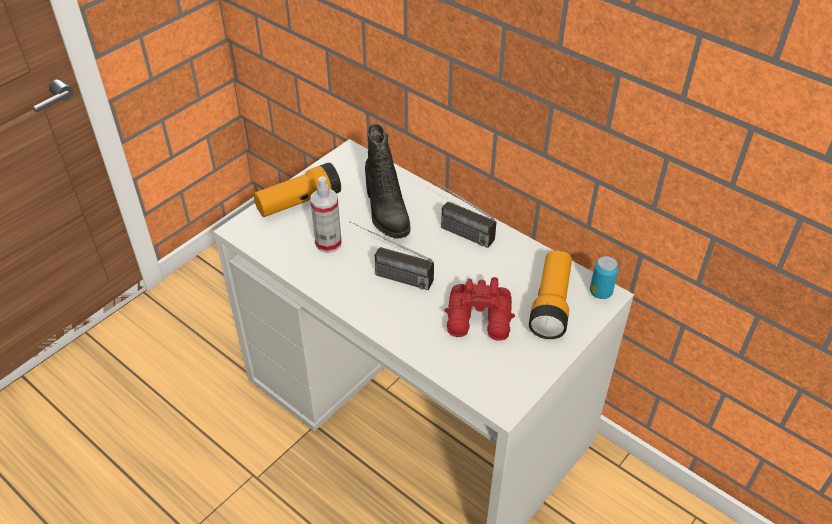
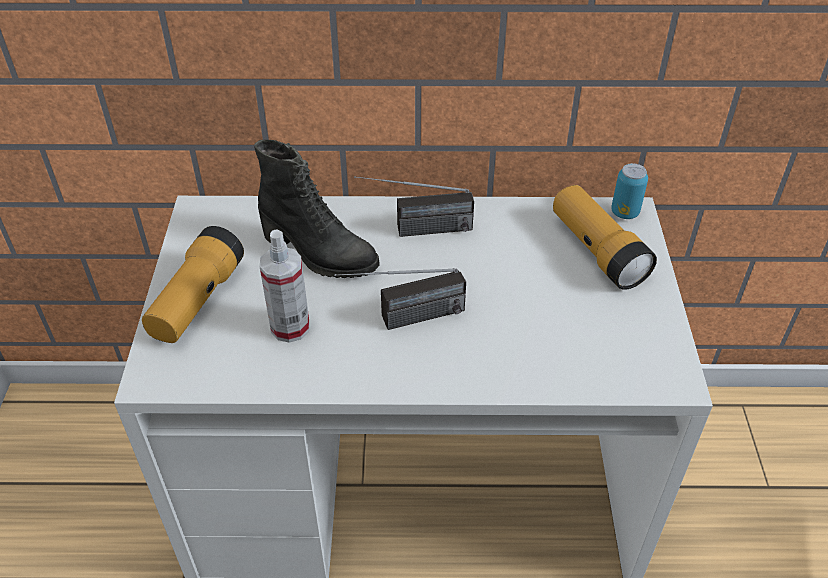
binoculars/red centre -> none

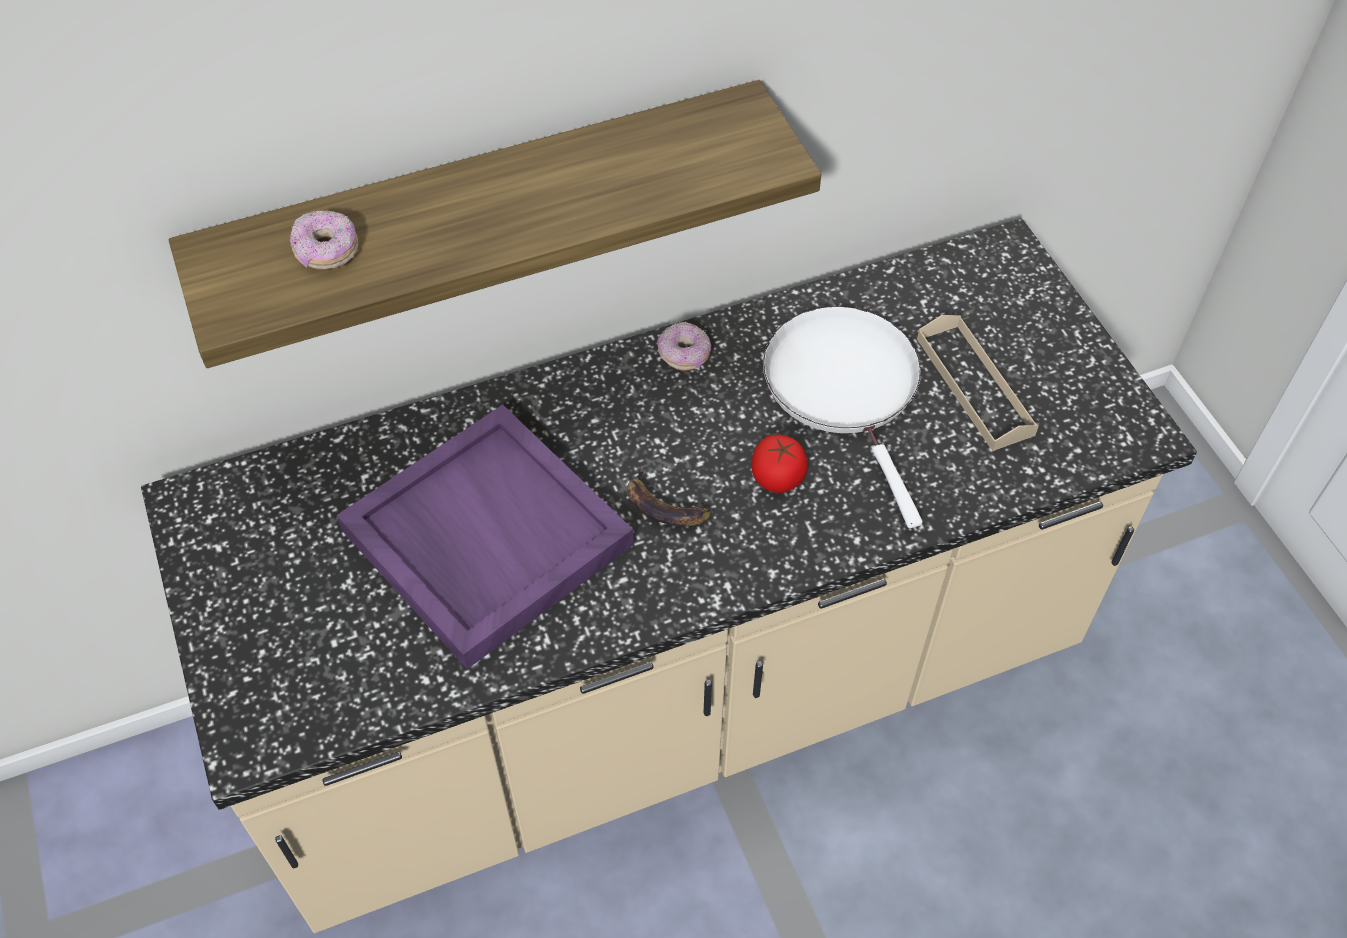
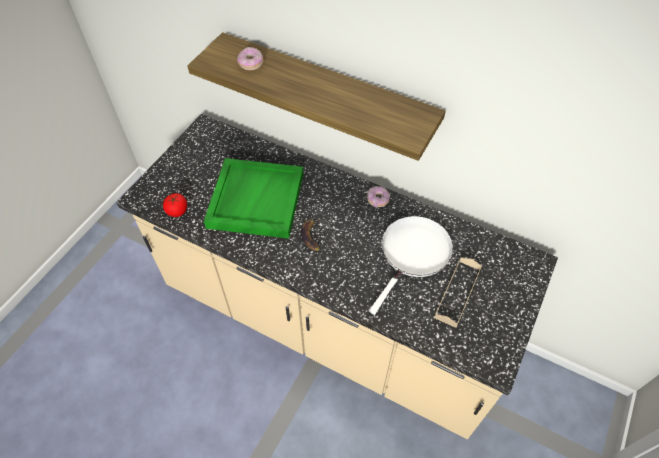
tomato centre -> tomato middle left, relocated
tray/purple centre -> tray/green centre

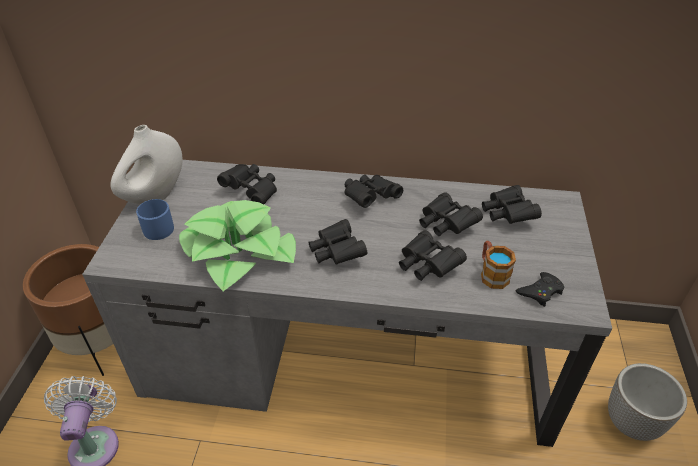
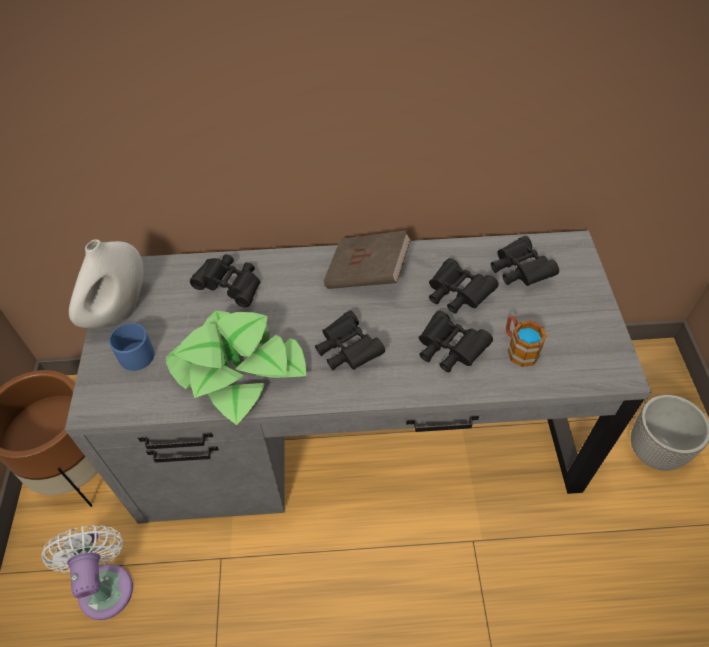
binoculars/black (no. 3 from left) centre -> book/brown centre
game controller/black middle right -> none

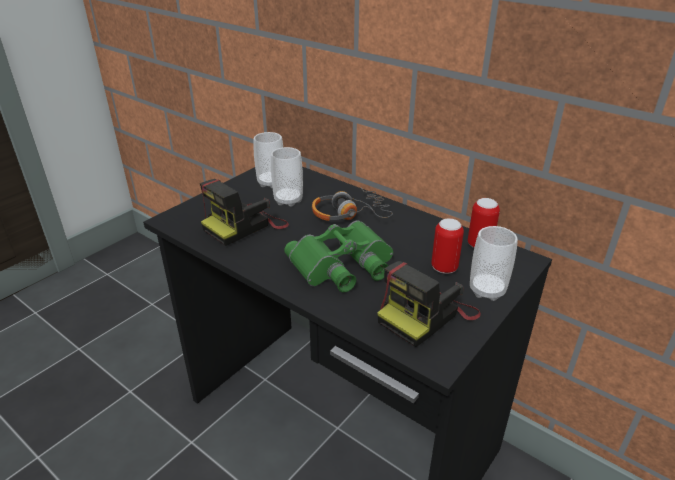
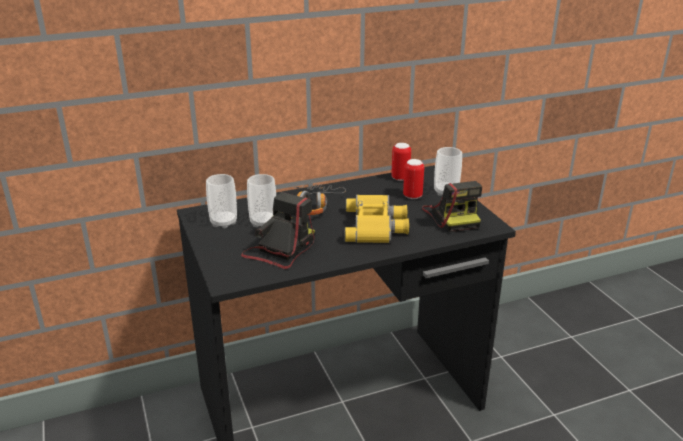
photo camera (no. 1 from left) centre, 135 degrees counterclockwise
binoculars/green centre -> binoculars/yellow centre

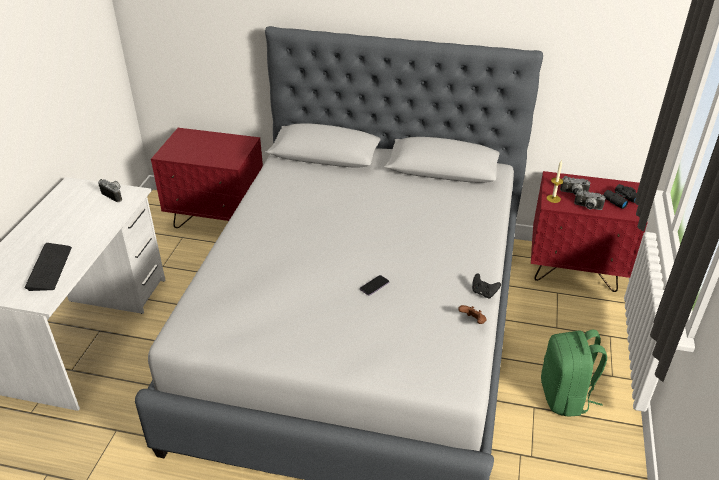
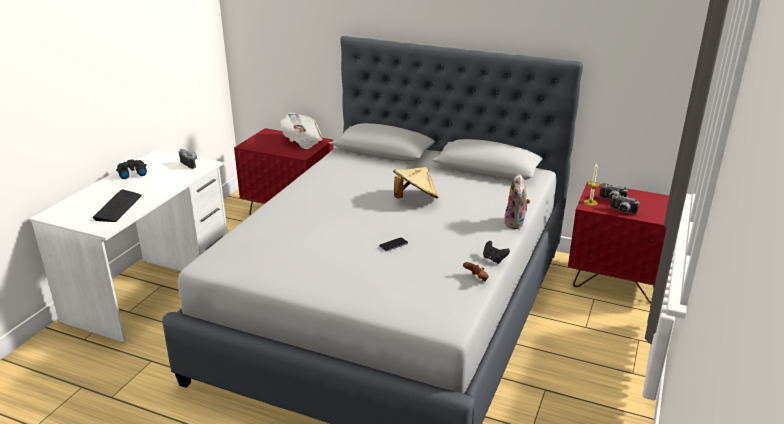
binoculars/black middle right -> binoculars/black middle left, relocated
none -> newspaper top centre
none -> hat/beige centre
none -> plush toy centre
backpack/green bottom right -> none

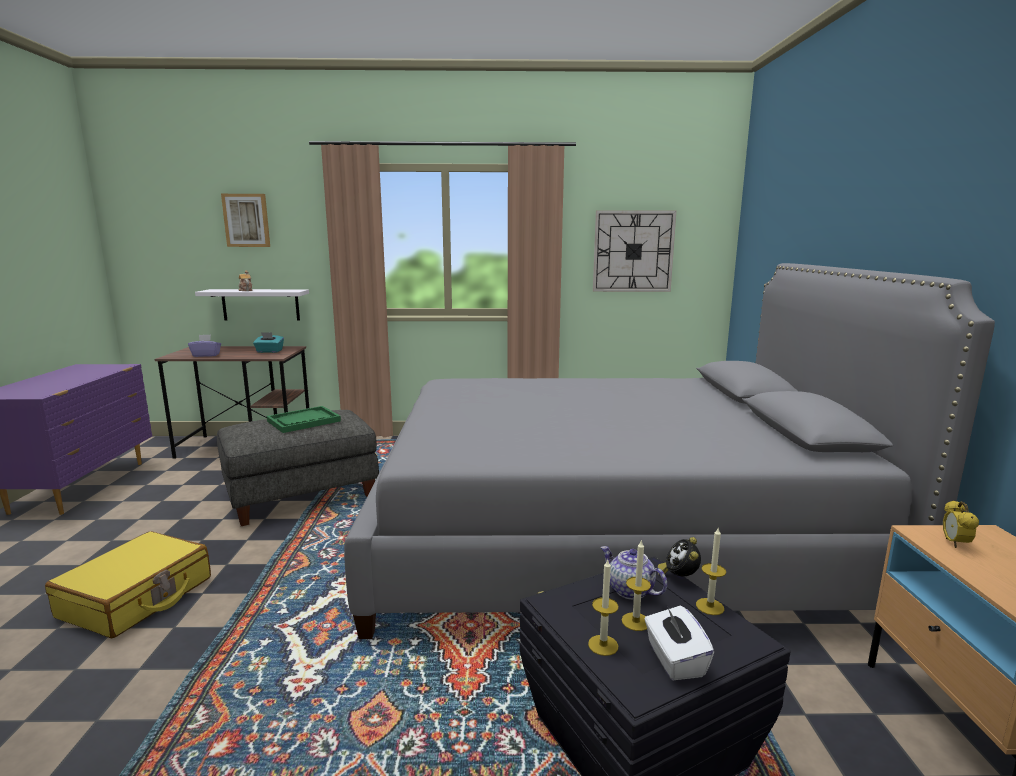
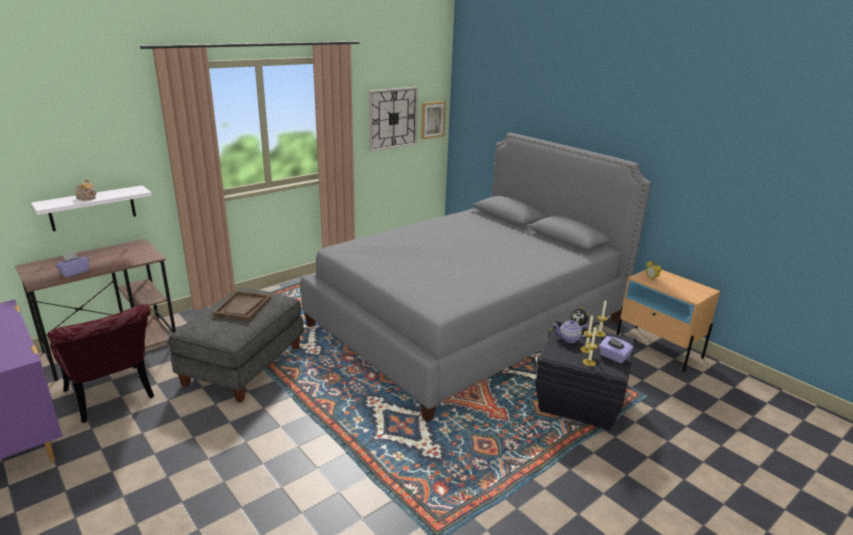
none -> chair/red bottom left
tray/green middle left -> tray/brown middle left
picture top left -> picture top centre, relocated
tissue box/white bottom right -> tissue box/purple (no. 2 from left) middle right
suitcase/yellow bottom left -> none
tissue box/turquoise middle left -> none

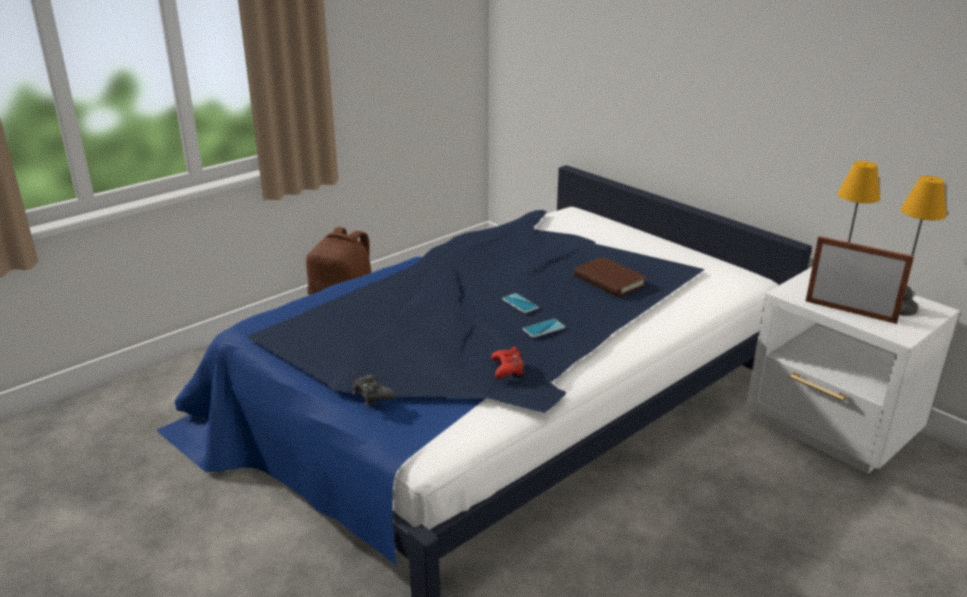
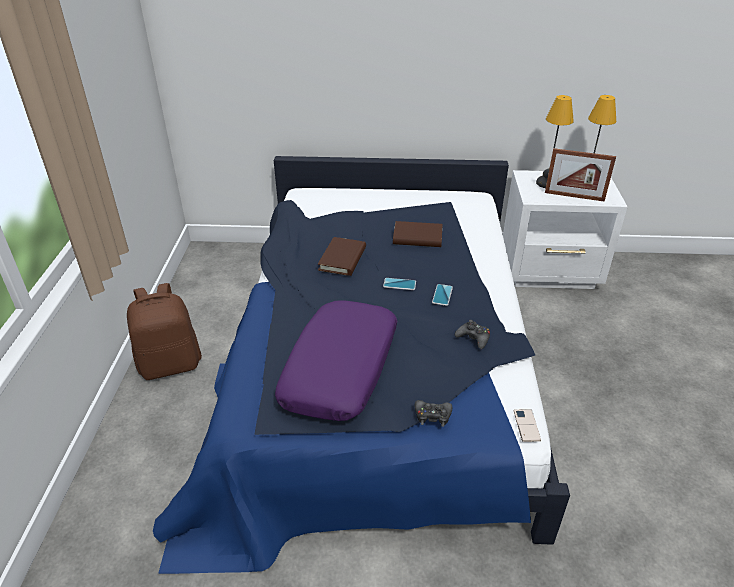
none -> pillow/purple centre
none -> book/brown (no. 1 from left) centre
game controller/red centre -> game controller/black (no. 2 from left) centre
none -> phone (no. 3 from left) bottom right
picture frame middle right -> picture frame top right, 150 degrees counterclockwise

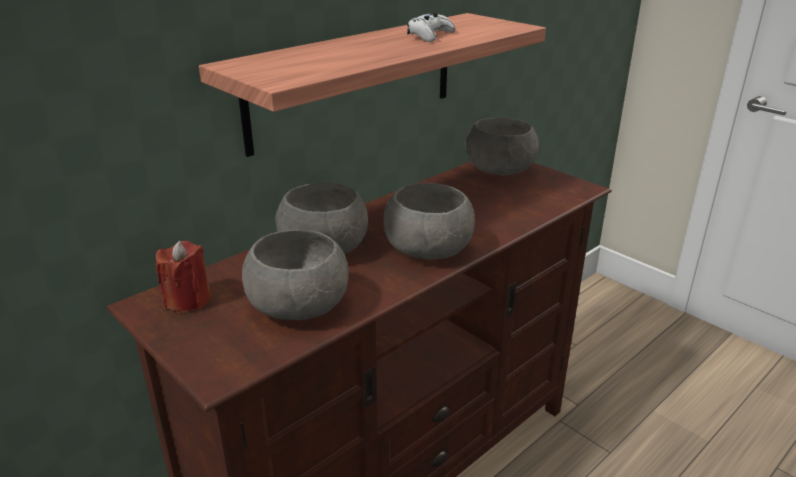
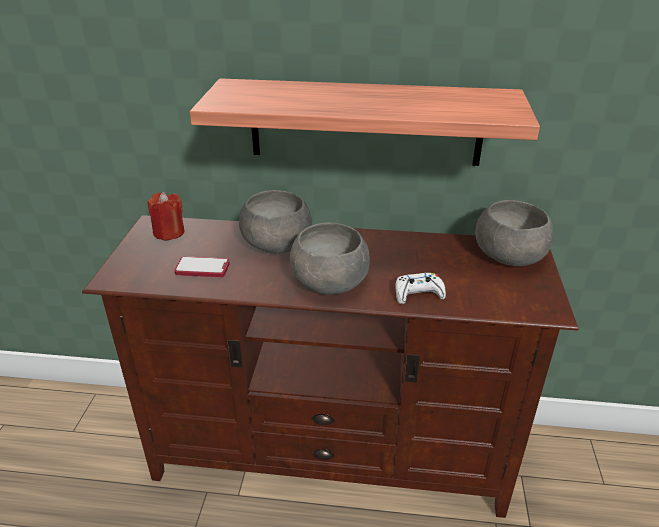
bowl/grey (no. 1 from left) centre -> phone middle left
game controller/white top centre -> game controller/white centre, relocated

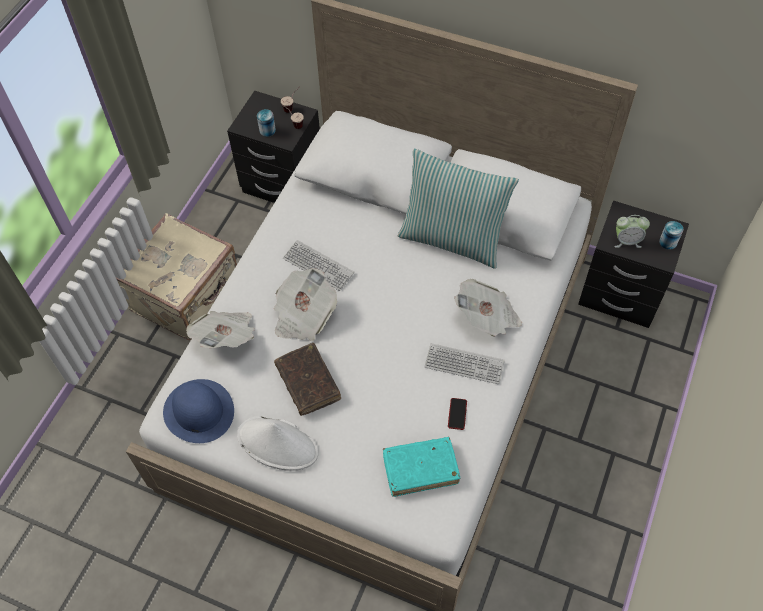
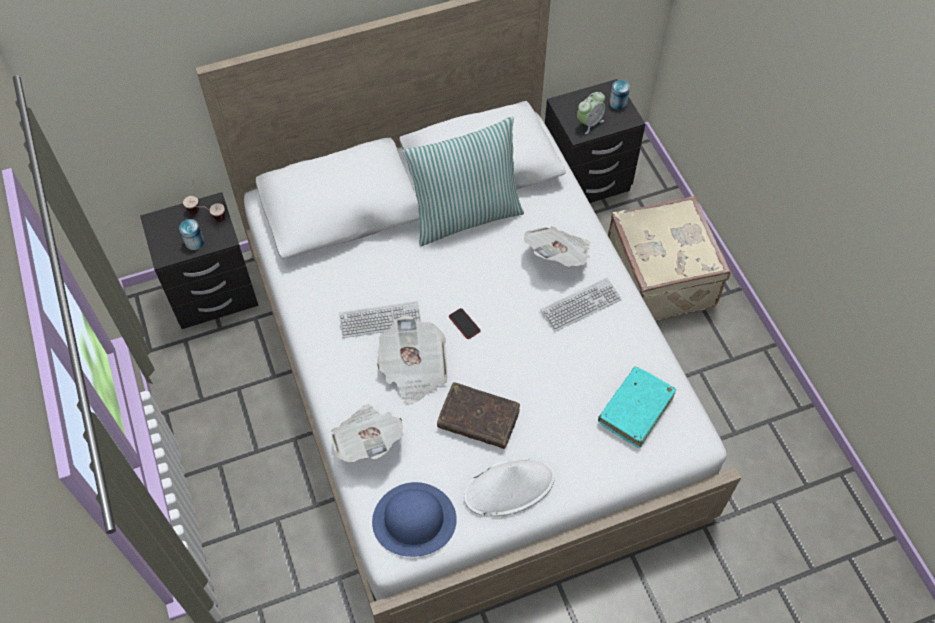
phone bottom centre -> phone centre, relocated
suitcase/beige middle left -> suitcase/beige middle right, relocated

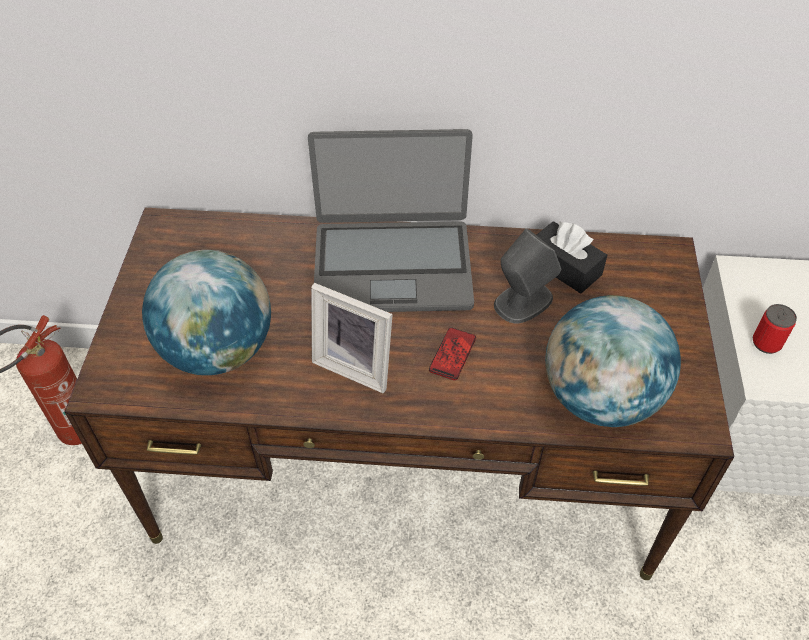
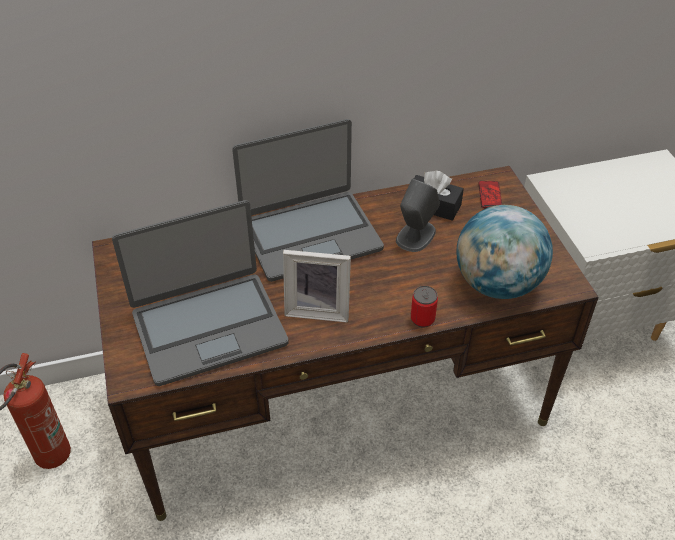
globe (no. 1 from left) middle left -> laptop (no. 1 from left) middle left
can middle right -> can centre, relocated
phone centre -> phone middle right, relocated

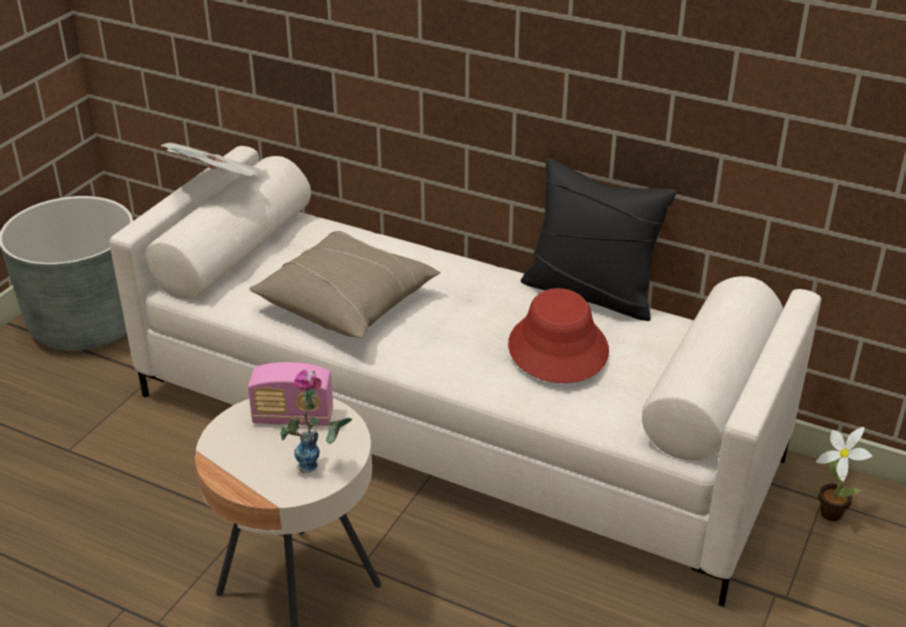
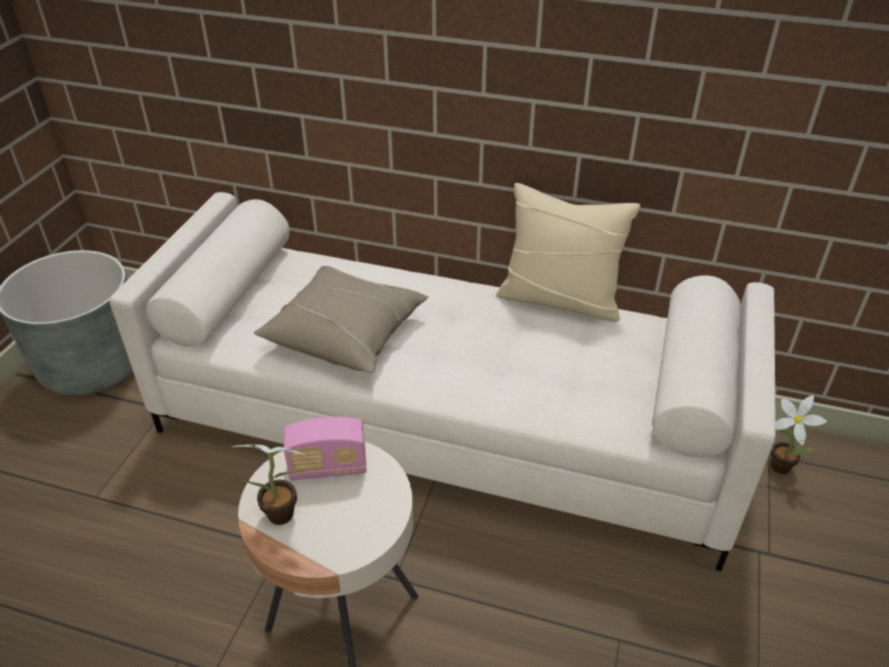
none -> potted plant (no. 1 from left) bottom left
pillow/black centre -> pillow/beige (no. 2 from left) centre
newspaper top left -> none
vase bottom centre -> none
hat/red centre -> none

